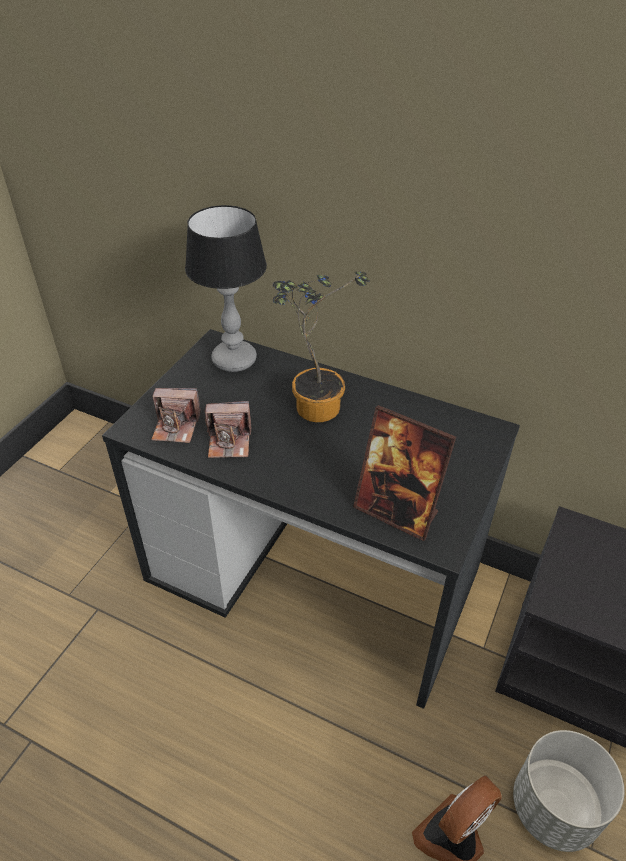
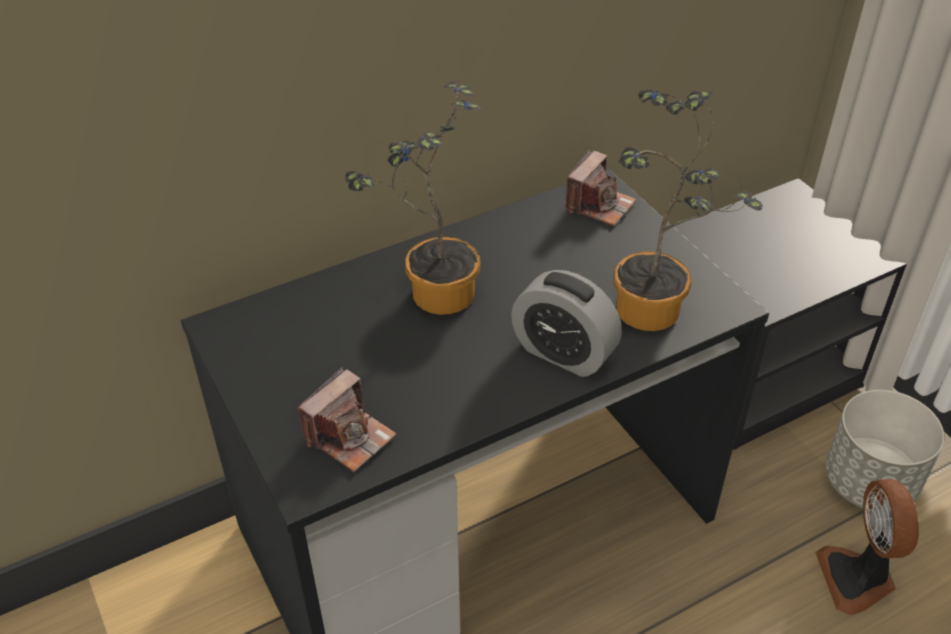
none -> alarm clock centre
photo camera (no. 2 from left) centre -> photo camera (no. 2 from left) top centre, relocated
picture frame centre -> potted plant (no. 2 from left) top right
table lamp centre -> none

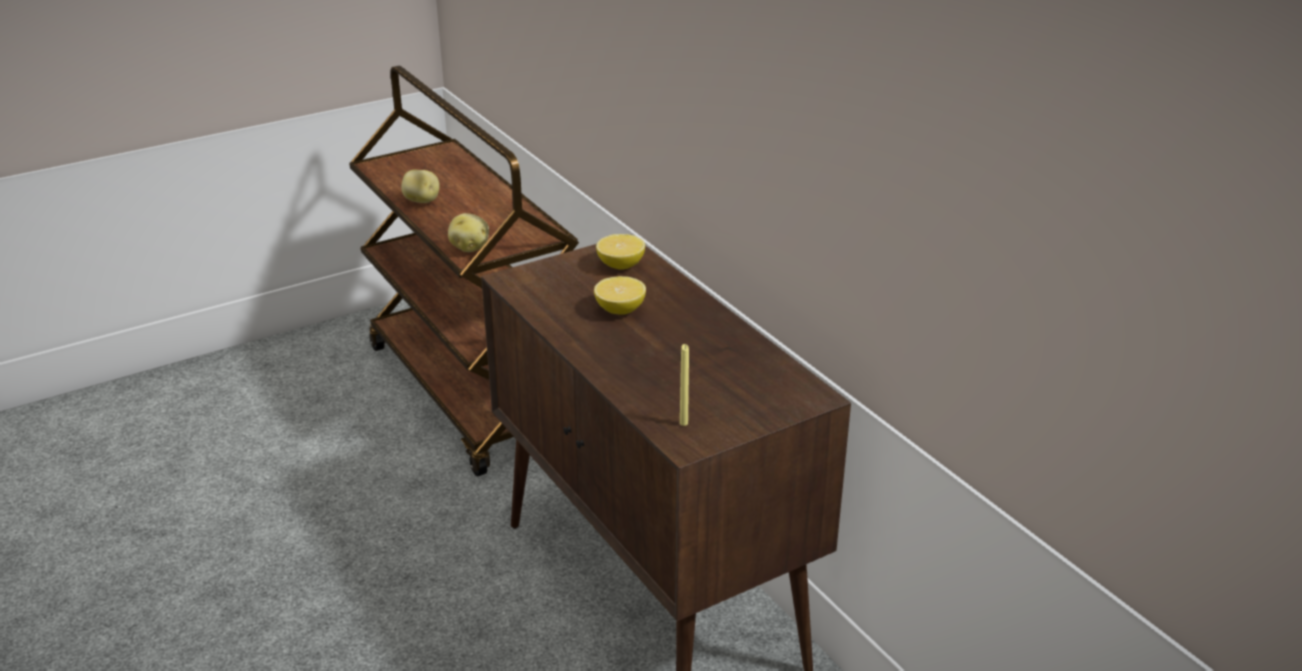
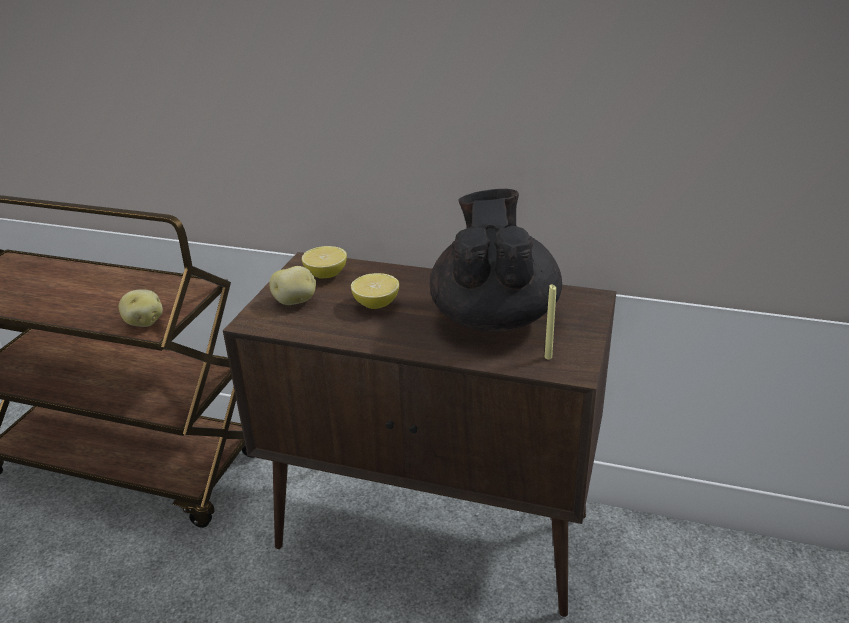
potato (no. 1 from left in the first image) top left -> potato (no. 2 from left) centre, relocated
none -> teapot/black centre

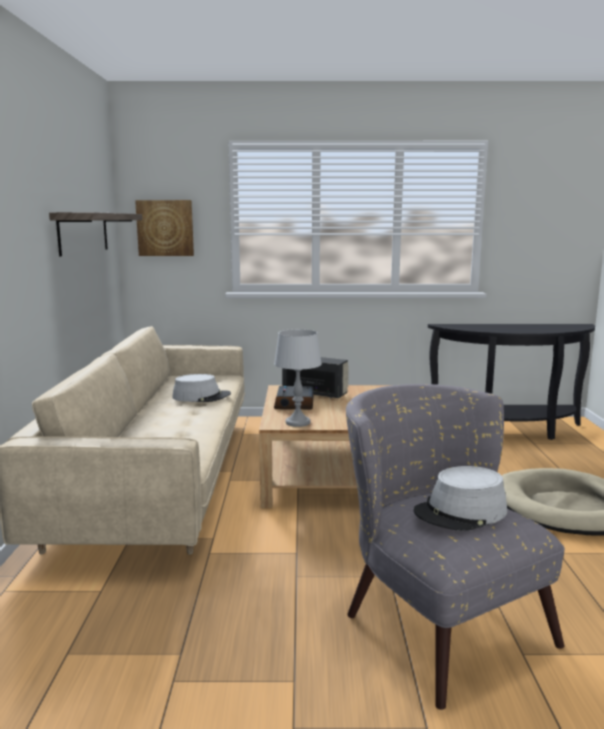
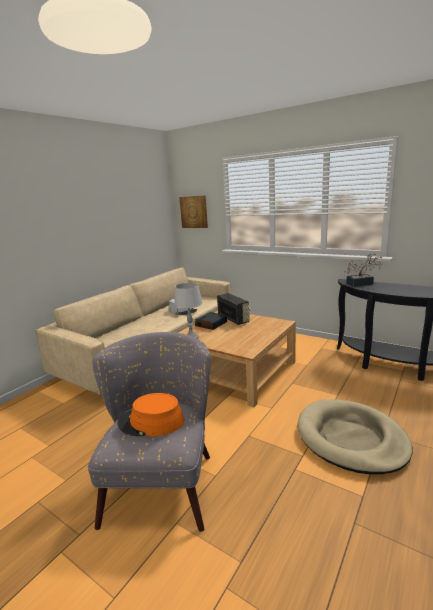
hat/grey (no. 2 from left) bottom right -> hat/orange bottom centre
none -> potted plant middle right
shelf top left -> none

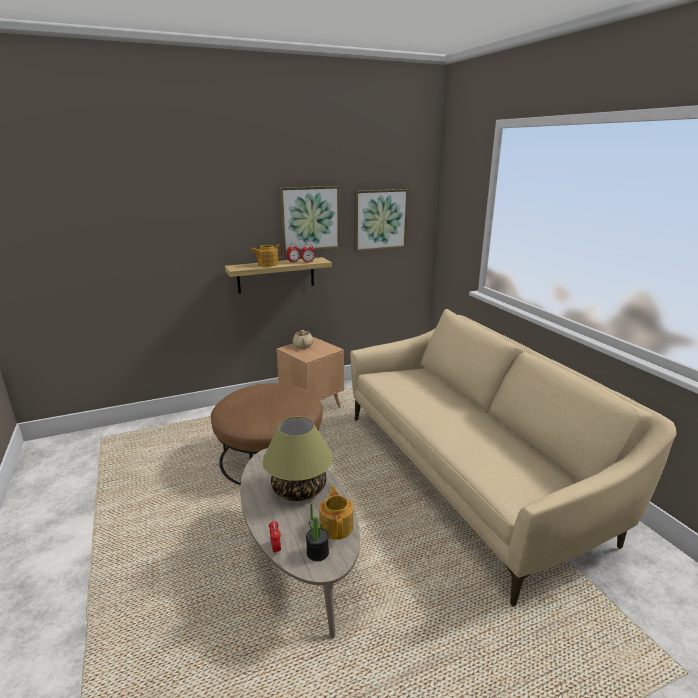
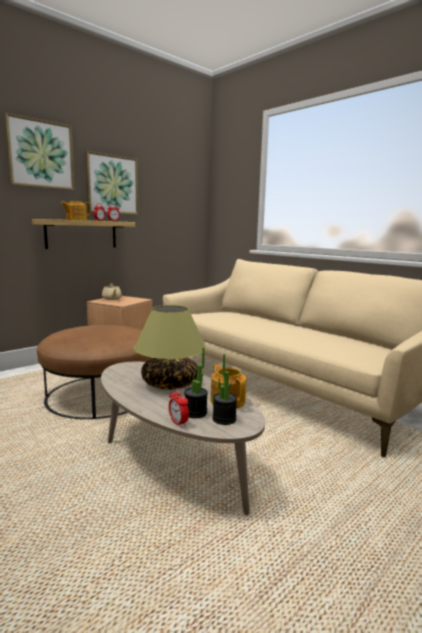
picture (no. 2 from left in the first image) top centre -> picture (no. 1 from left) top left, relocated
none -> potted plant (no. 1 from left) centre

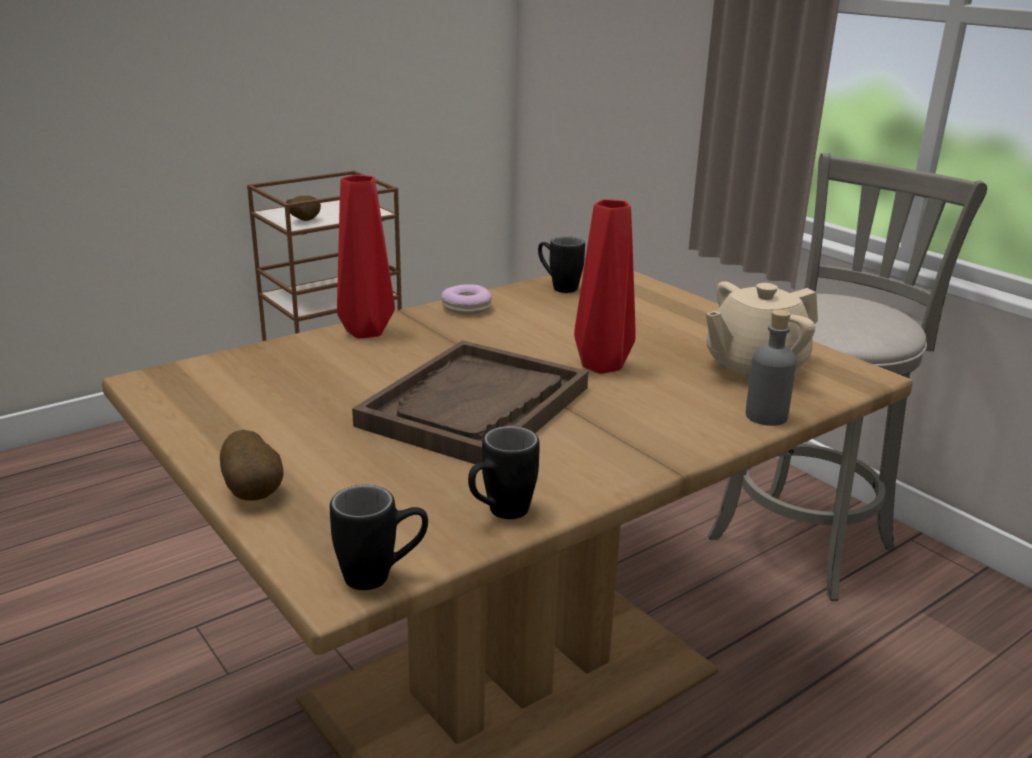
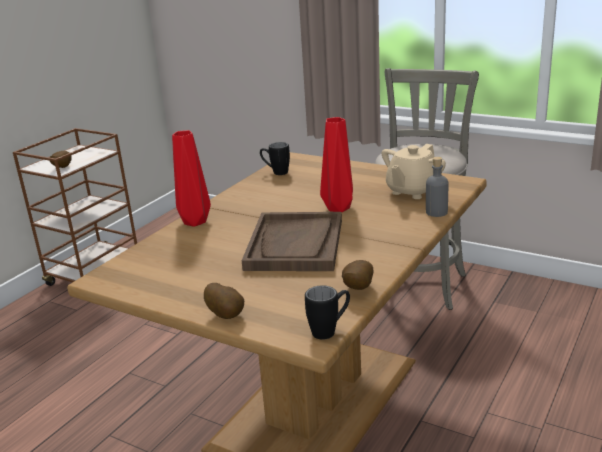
mug/black (no. 2 from left) centre -> potato (no. 3 from left) centre
donut centre -> none

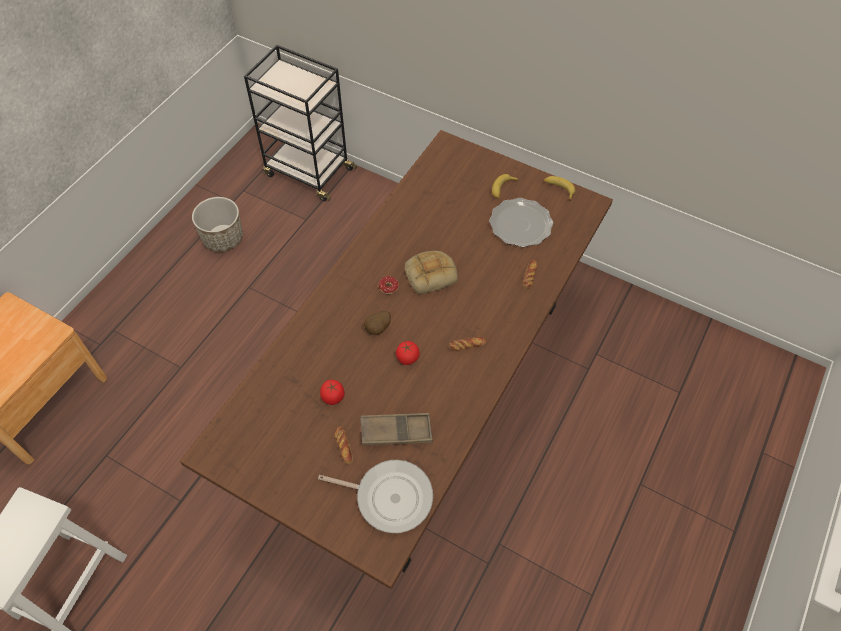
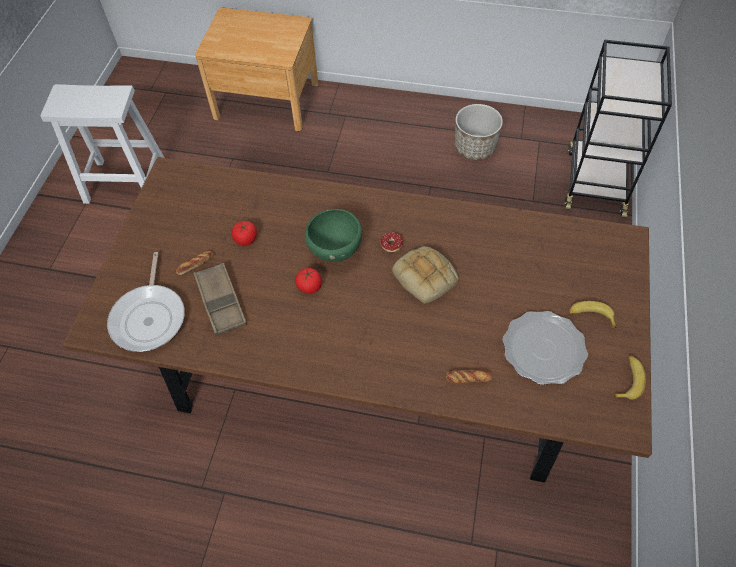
potato centre -> bowl/green centre
bread (no. 3 from left) centre -> none

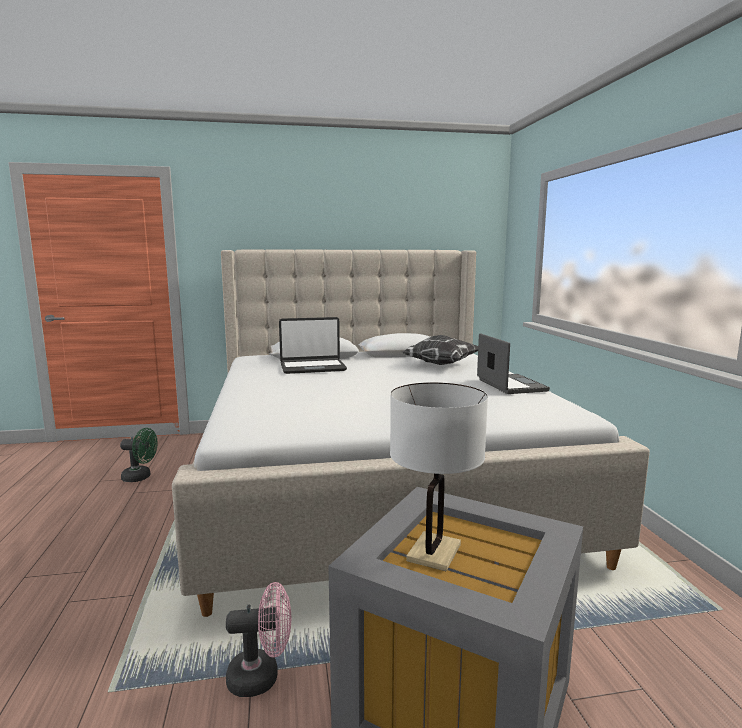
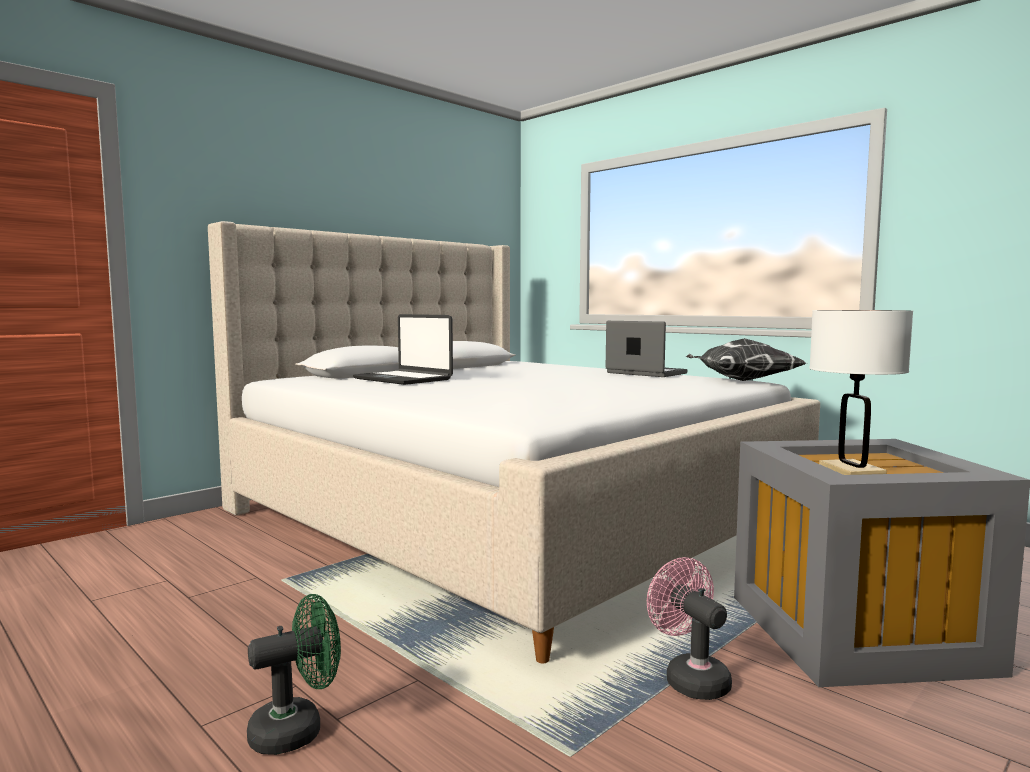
fan/green middle left -> fan/green bottom left, relocated
laptop (no. 1 from left) centre, 90 degrees clockwise
fan/pink bottom centre -> fan/pink bottom right, 75 degrees counterclockwise
pillow centre -> pillow middle right, relocated

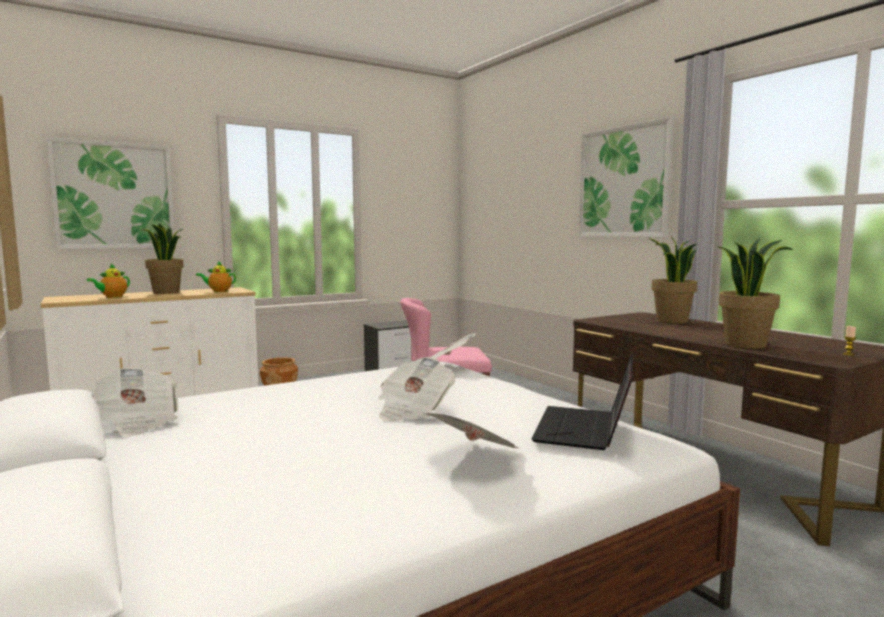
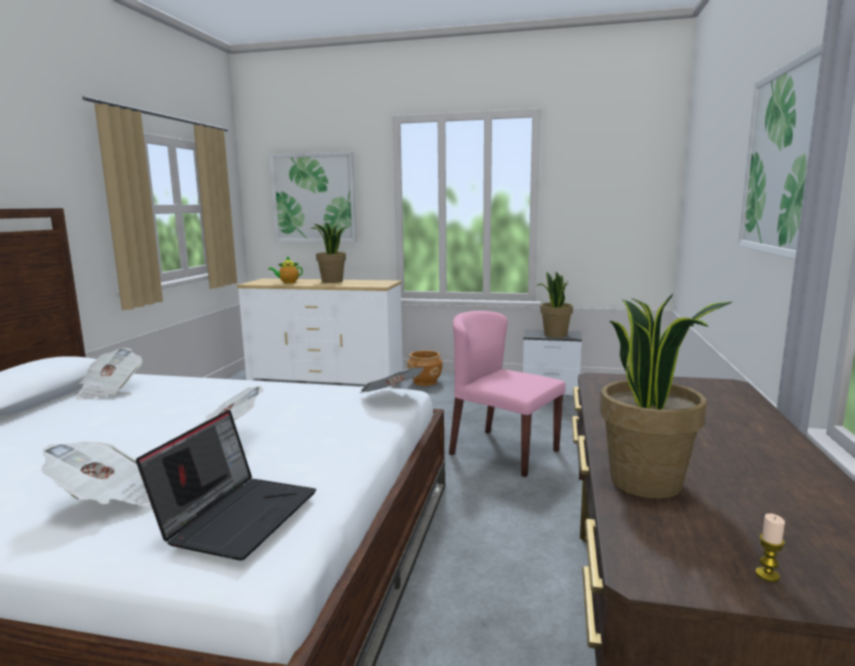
laptop centre -> laptop bottom left, 135 degrees clockwise
potted plant (no. 2 from left) middle right -> potted plant (no. 2 from left) centre, relocated
teapot (no. 2 from left) middle left -> none

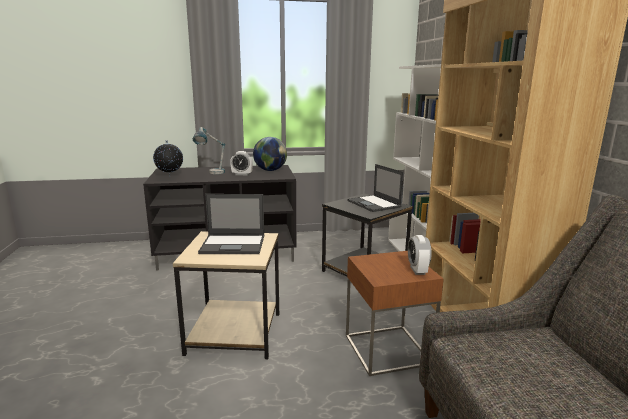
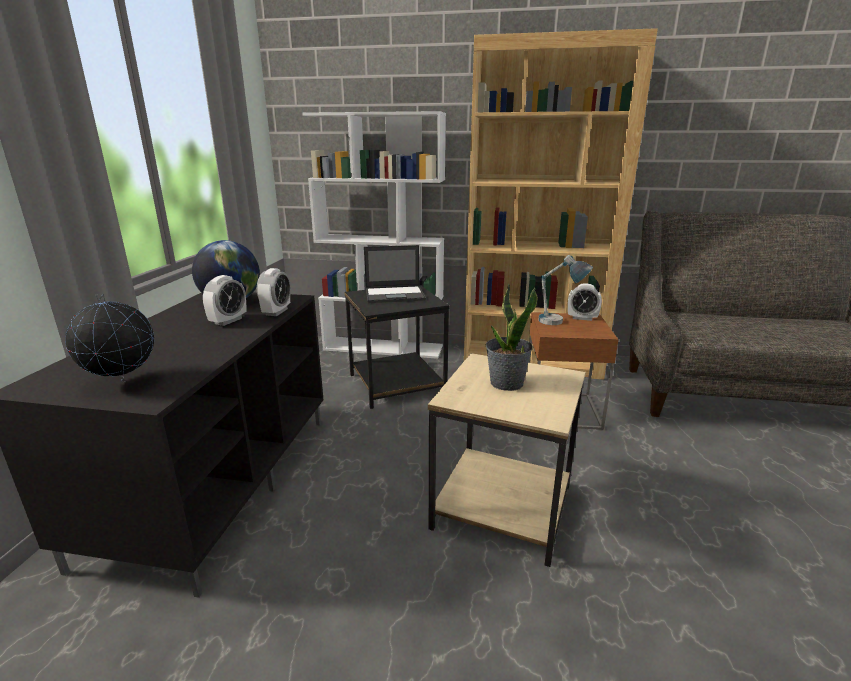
none -> alarm clock (no. 2 from left) middle left
laptop (no. 1 from left) centre -> potted plant centre
table lamp middle left -> table lamp centre, relocated

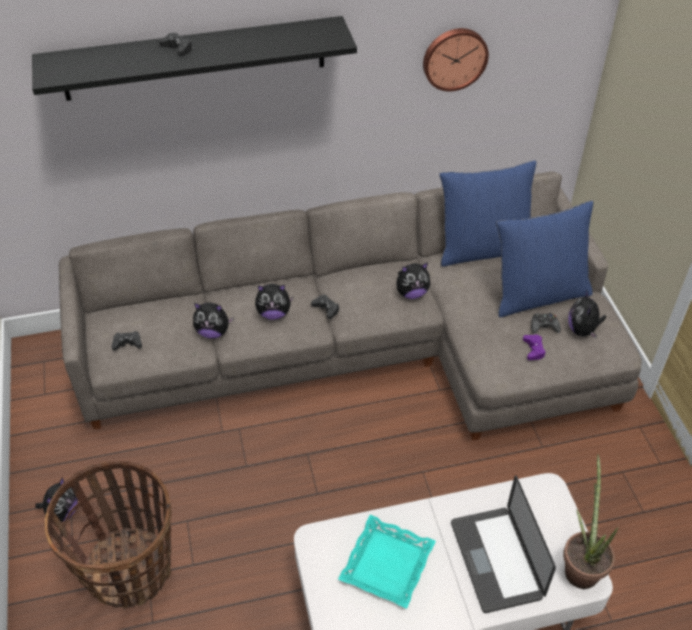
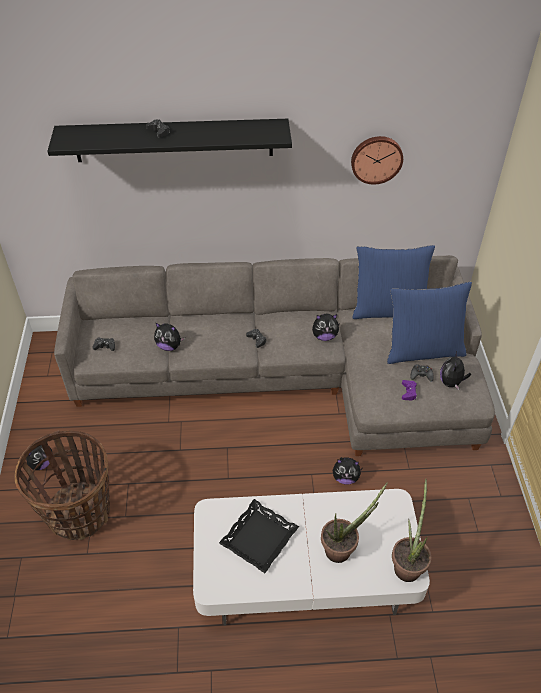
tray/turquoise bottom centre -> tray/black bottom centre
laptop bottom right -> potted plant (no. 1 from left) bottom centre
plush toy (no. 3 from left in the first image) centre -> plush toy (no. 4 from left) bottom centre, relocated

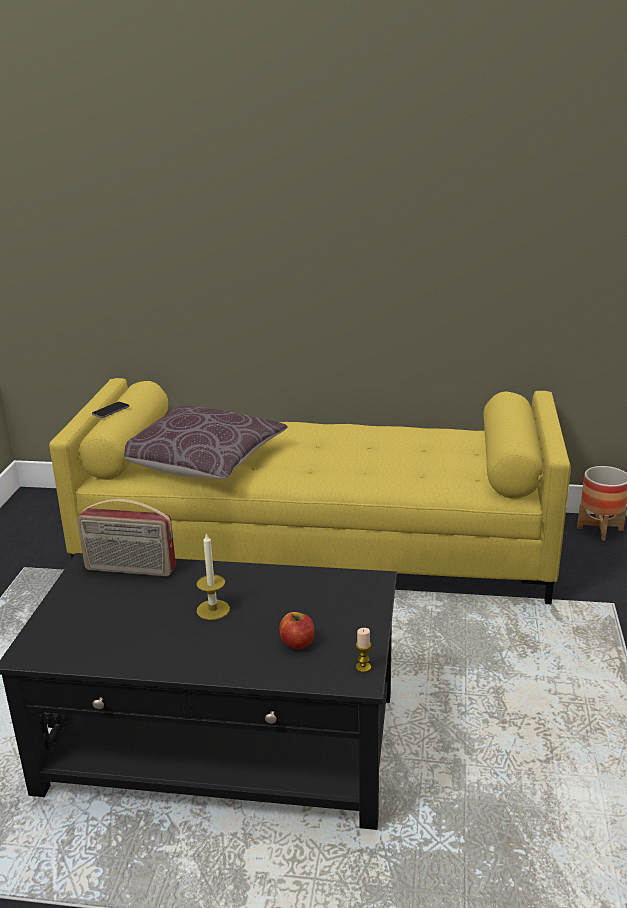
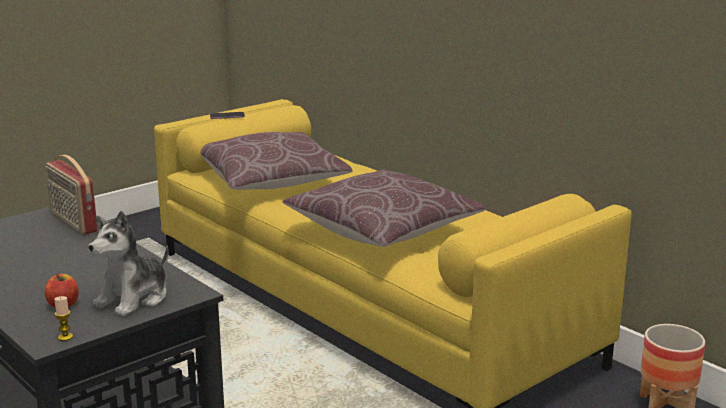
none -> plush toy middle left
none -> pillow/brown (no. 2 from left) centre
candle (no. 1 from left) centre -> none

